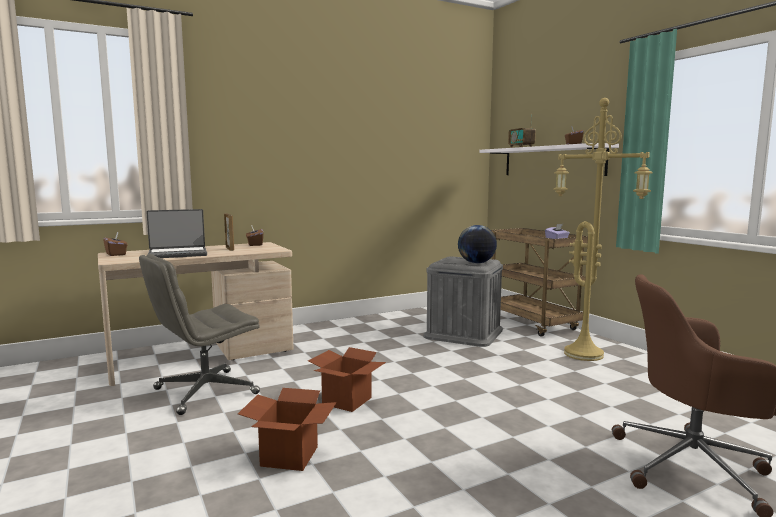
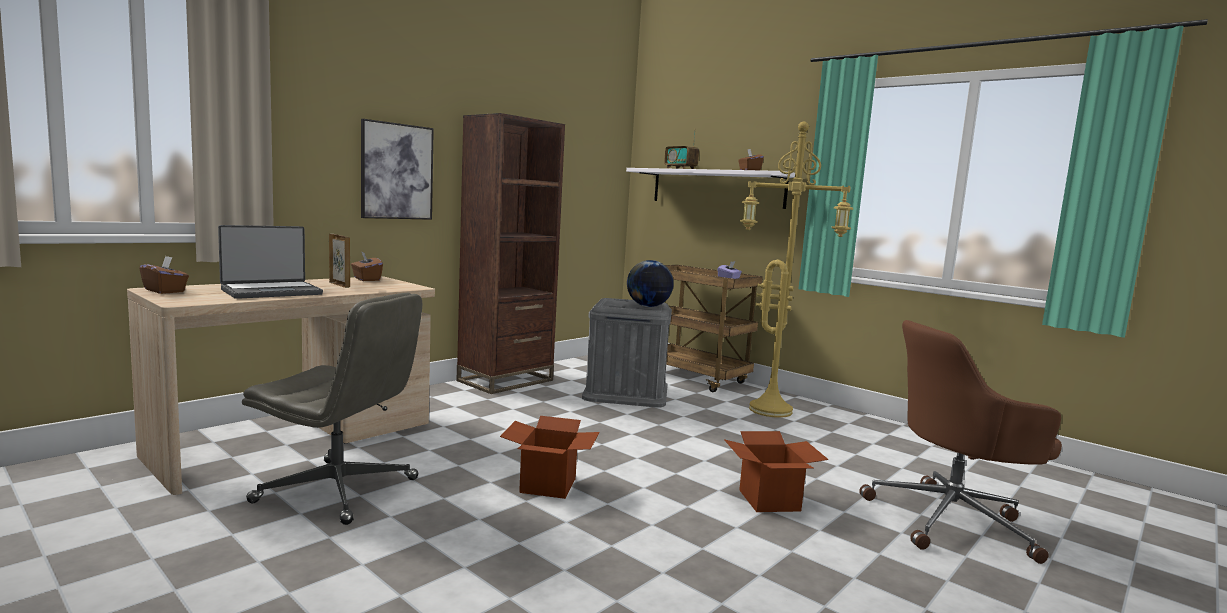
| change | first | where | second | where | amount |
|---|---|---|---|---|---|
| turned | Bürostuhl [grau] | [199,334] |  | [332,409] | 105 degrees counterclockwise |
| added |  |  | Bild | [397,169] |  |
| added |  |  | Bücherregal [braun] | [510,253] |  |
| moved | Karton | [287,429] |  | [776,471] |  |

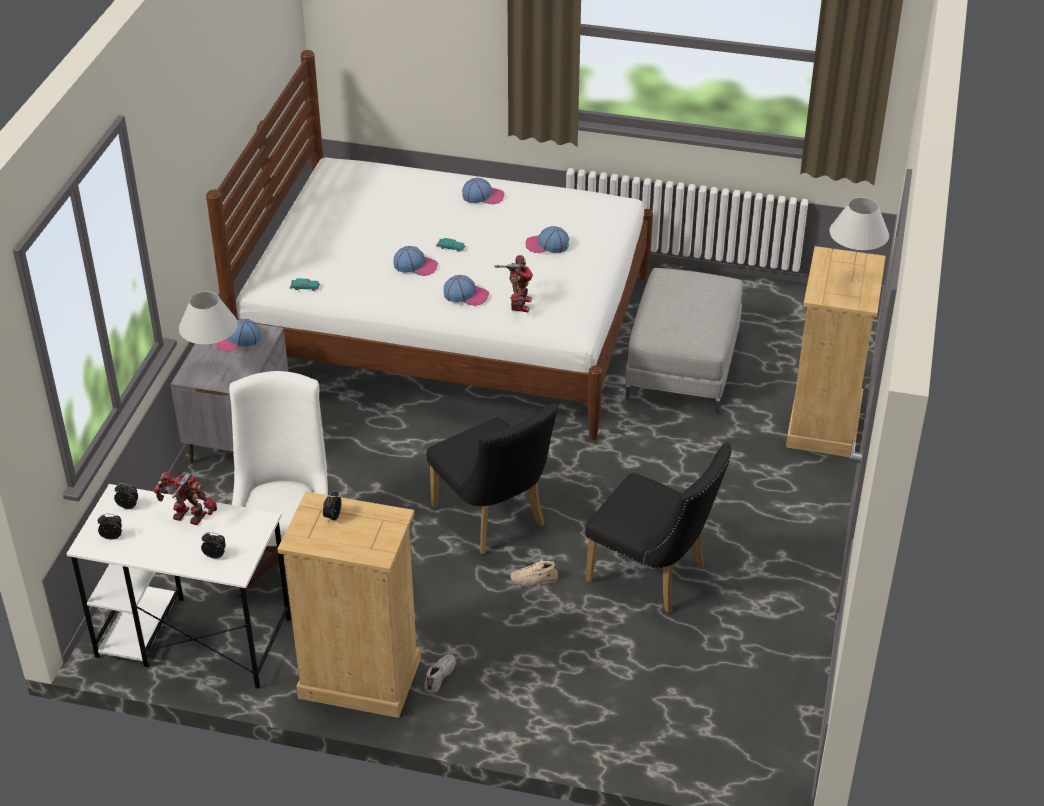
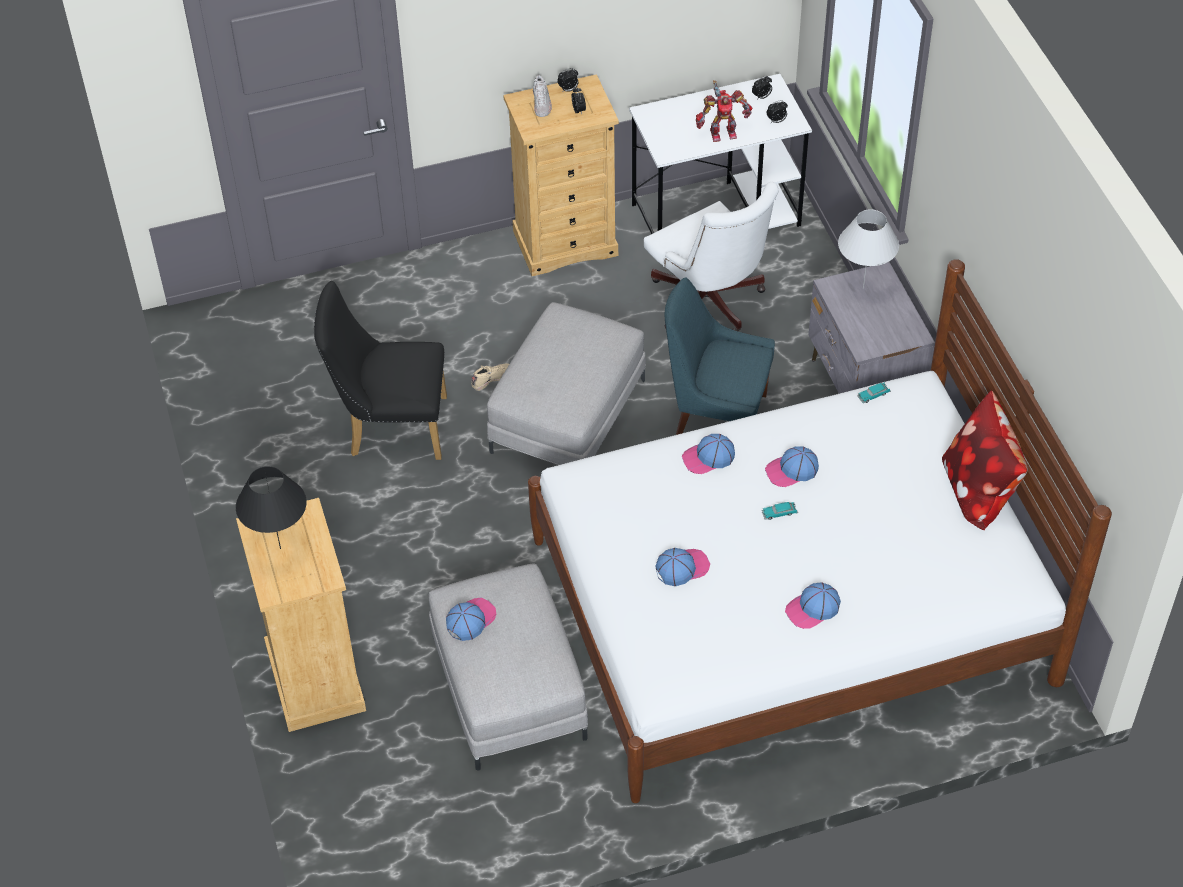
| change | first | where | second | where | amount |
|---|---|---|---|---|---|
| recoloured | Tischlampe [weiß] | [859,240] | Tischlampe [schwarz] | [271,507] |  |
| moved | Kappe | [238,335] |  | [471,619] |  |
| replaced | Stuhl [schwarz] | [492,478] | Polsterhocker [grau] | [566,383] |  |
| moved | Schuh [weiß] | [439,674] |  | [542,96] |  |
| moved | Wecker | [213,545] |  | [567,80] |  |
| added |  |  | Stuhl [blau] | [720,356] |  |
| added |  |  | Kissen | [985,460] |  |
| removed | Spielzeugroboter | [513,283] |  |  |  |

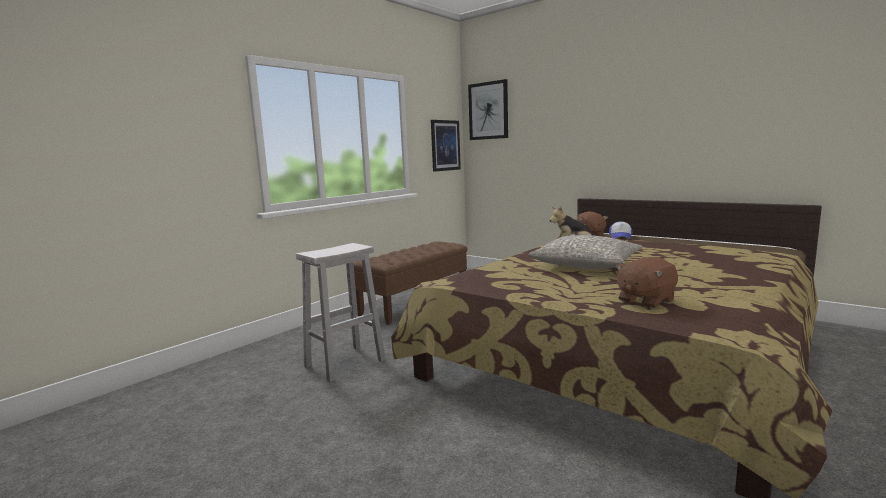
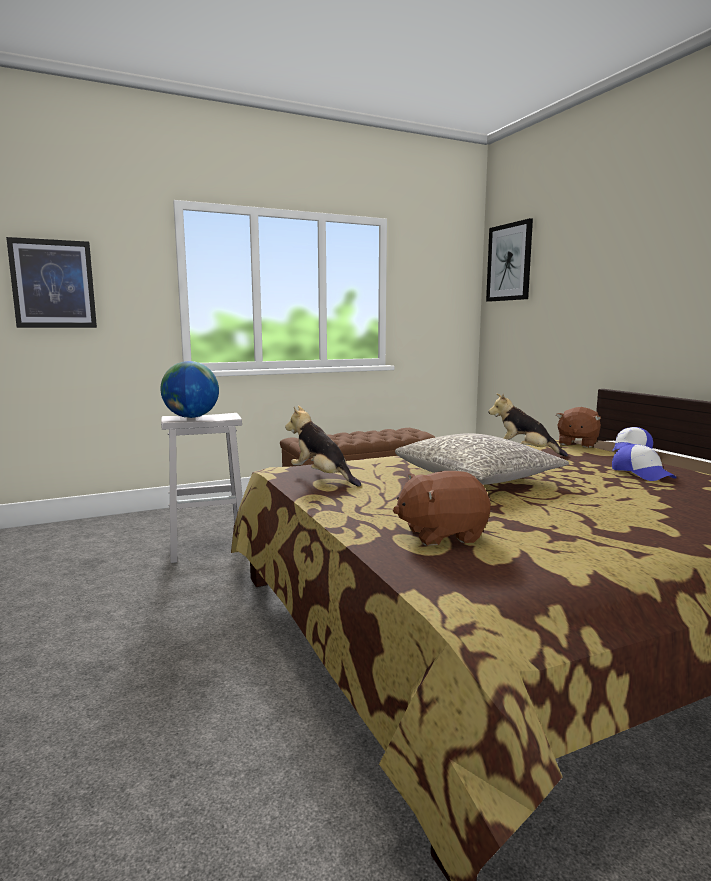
| change | first | where | second | where | amount |
|---|---|---|---|---|---|
| moved | Bild | [446,146] |  | [51,282] |  |
| added |  |  | Globus | [190,389] |  |
| added |  |  | Plüschtier | [323,446] |  |
| added |  |  | Kappe | [644,462] |  |

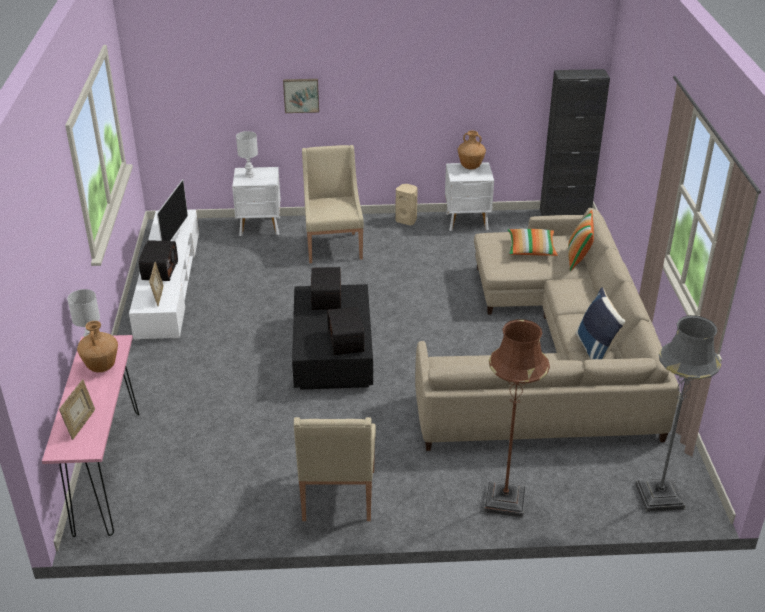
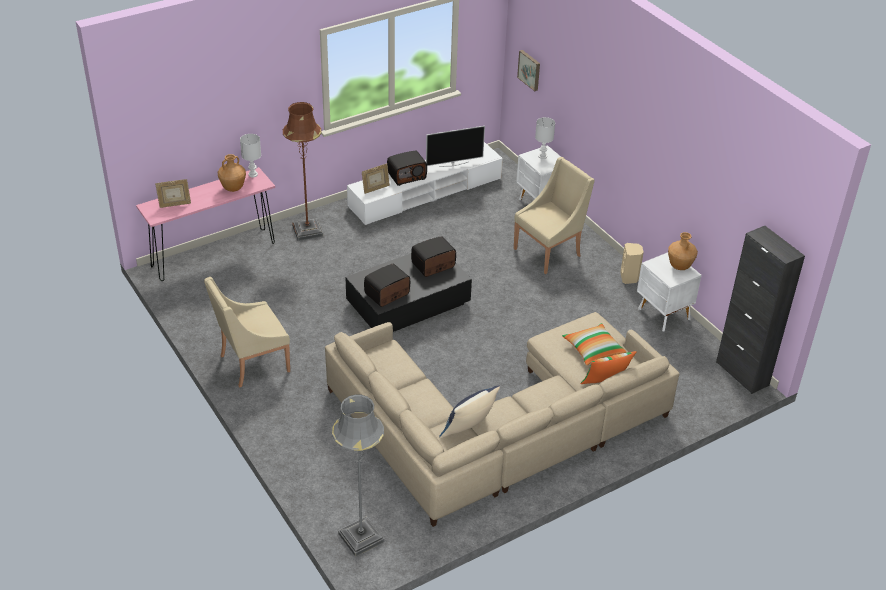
| change | first | where | second | where | amount |
|---|---|---|---|---|---|
| moved | Stehlampe [braun] | [517,418] |  | [303,171] |  |
| moved | Bild | [301,96] |  | [528,70] |  |

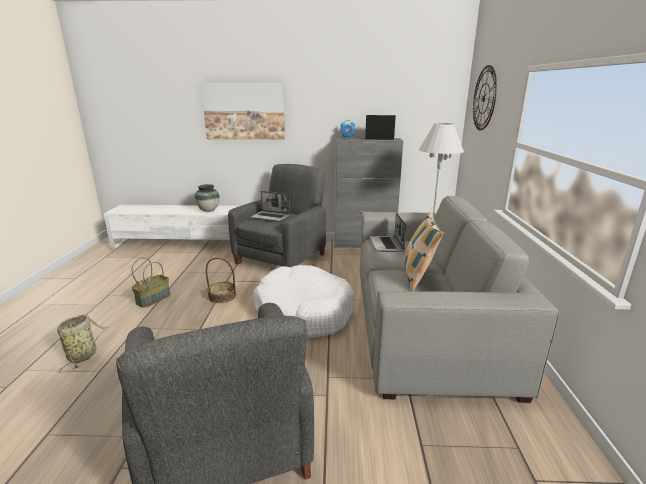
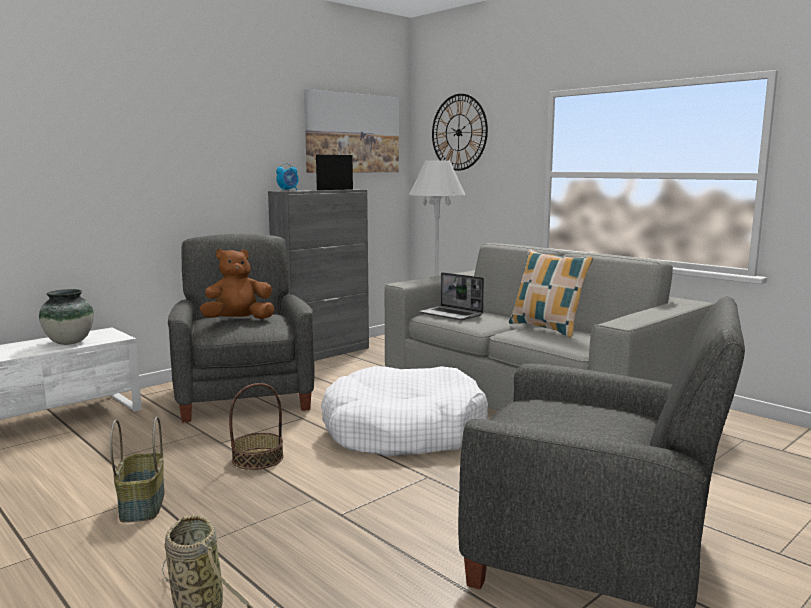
| change | first | where | second | where | amount |
|---|---|---|---|---|---|
| replaced | Laptop | [270,206] | Plüschtier [braun] | [237,284] |  |
| moved | Bild | [243,111] |  | [351,131] |  |

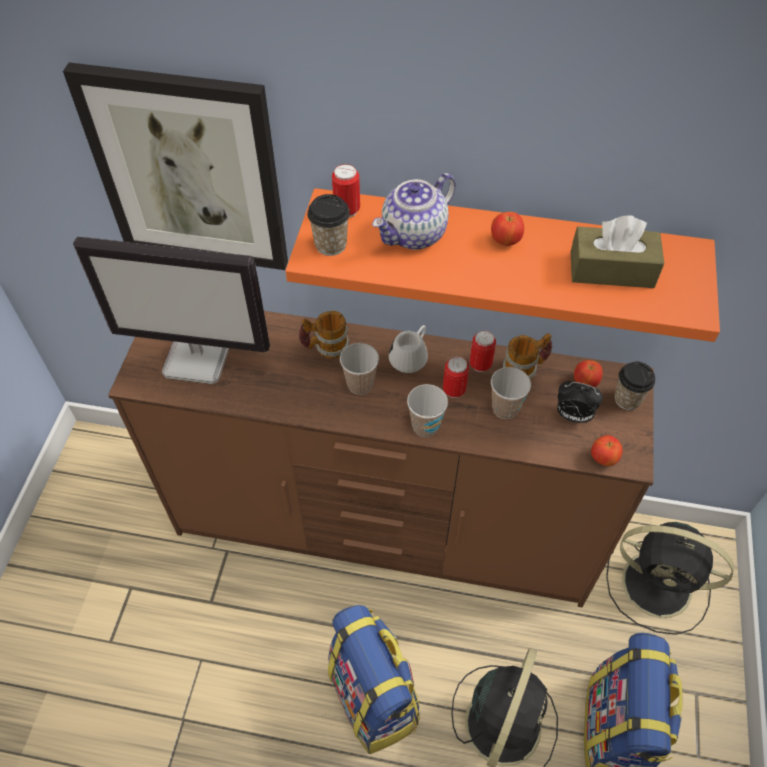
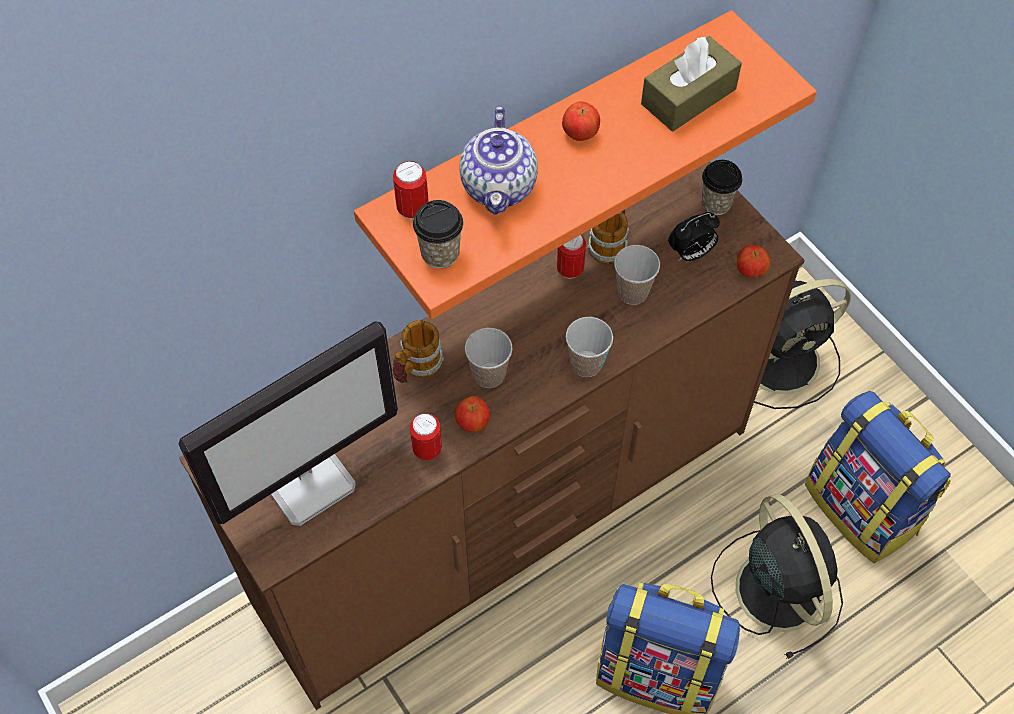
| change | first | where | second | where | amount |
|---|---|---|---|---|---|
| moved | Dose | [456,377] |  | [426,436] |  |
| moved | Apfel | [588,373] |  | [472,414] |  |
| removed | Bild | [175,166] |  |  |  |
| removed | Henkelbecher [weiß] | [408,349] |  |  |  |

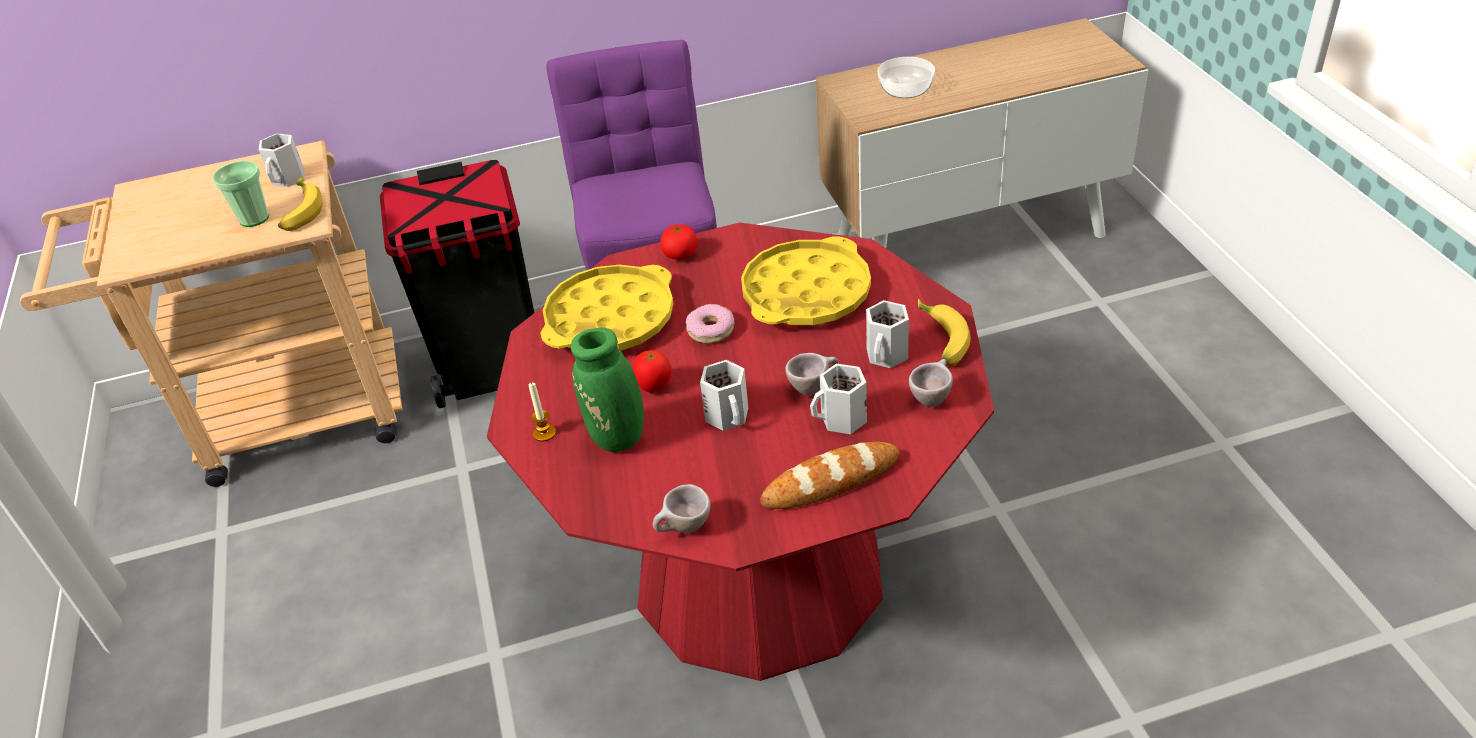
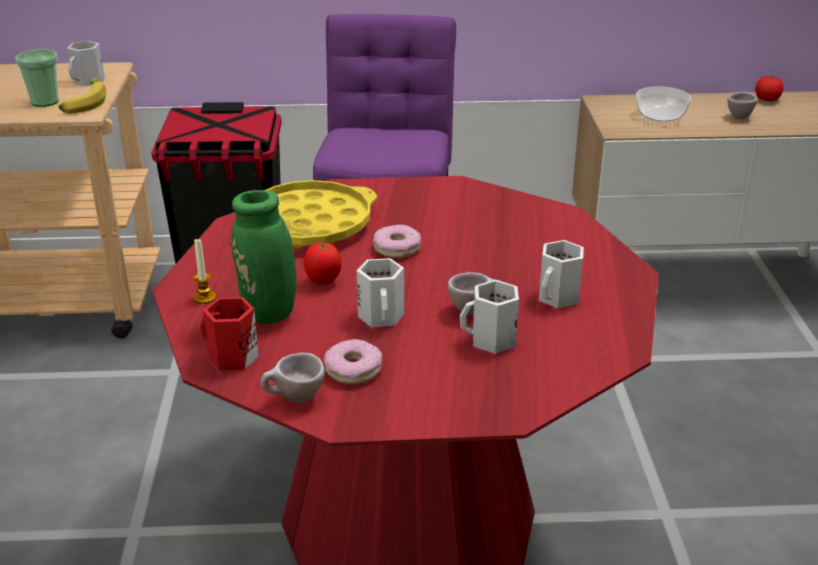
| change | first | where | second | where | amount |
|---|---|---|---|---|---|
| added |  |  | Henkelbecher [rot] | [229,334] |  |
| added |  |  | Donut | [353,362] |  |
| moved | Tasse [beige] | [931,383] |  | [742,105] |  |
| moved | Tomate | [678,242] |  | [769,88] |  |
| removed | Tablett [gelb] | [806,280] |  |  |  |
| removed | Brot | [829,475] |  |  |  |
| removed | Banane | [944,332] |  |  |  |

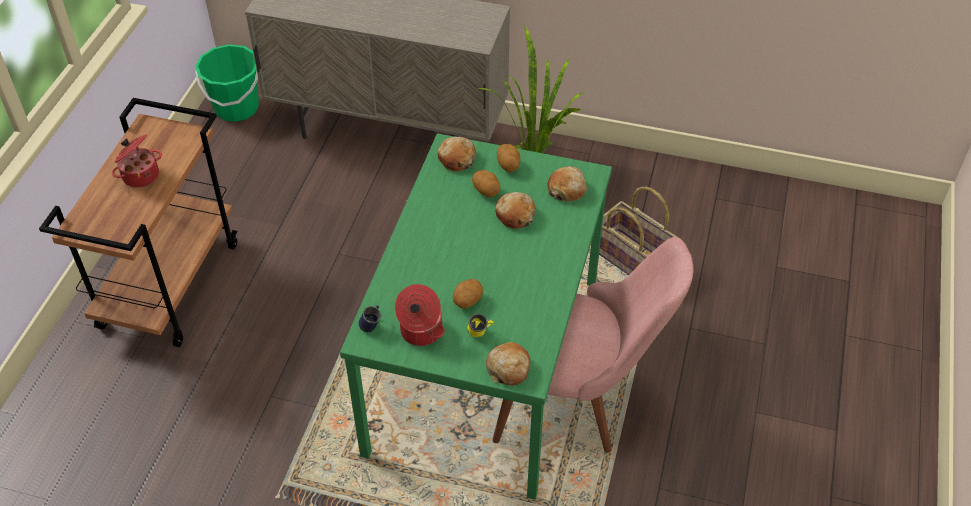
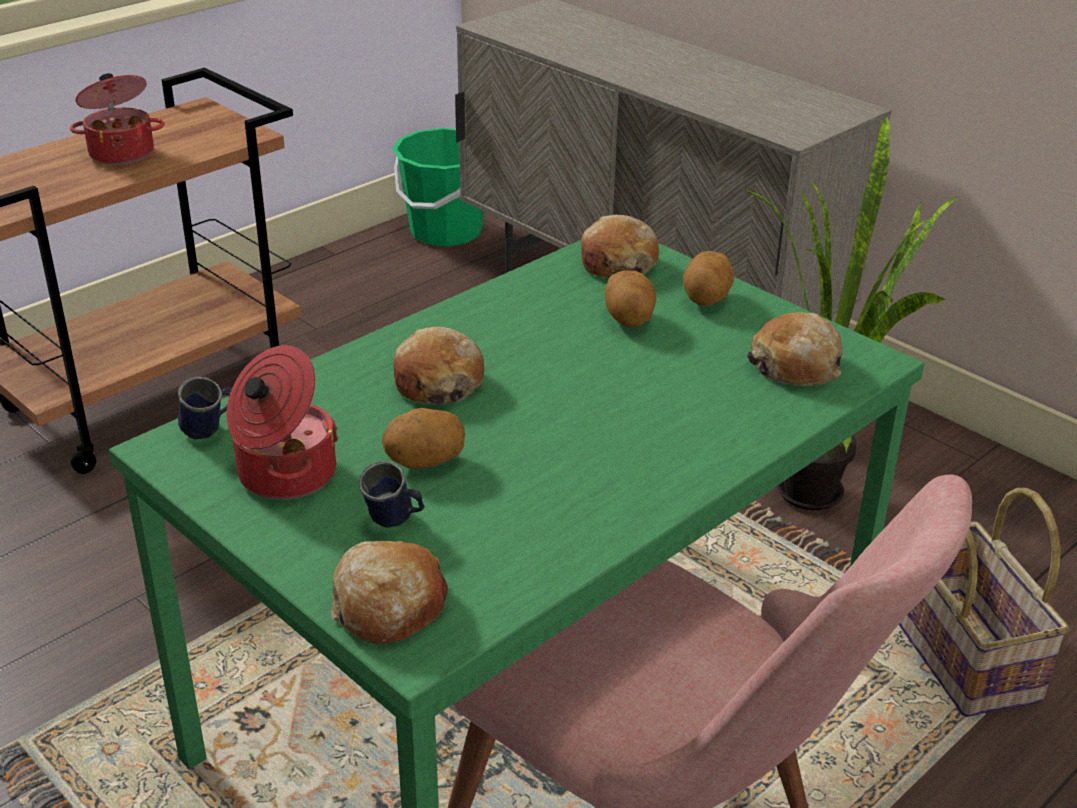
| change | first | where | second | where | amount |
|---|---|---|---|---|---|
| recoloured | Henkelbecher [gelb] | [480,325] | Henkelbecher [blau] | [391,494] |  |
| moved | Brot | [515,210] |  | [439,365] |  |

